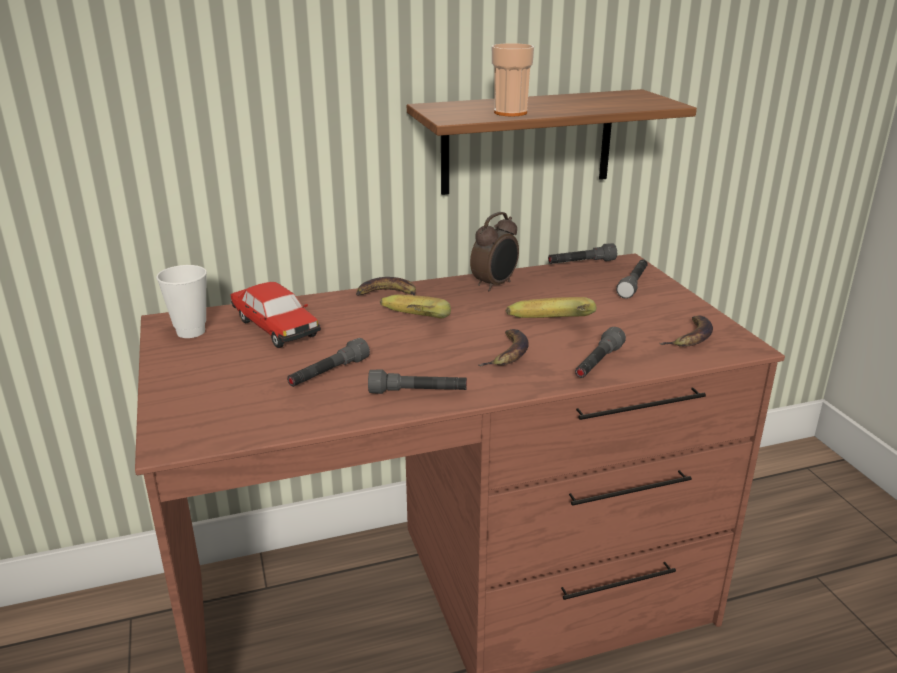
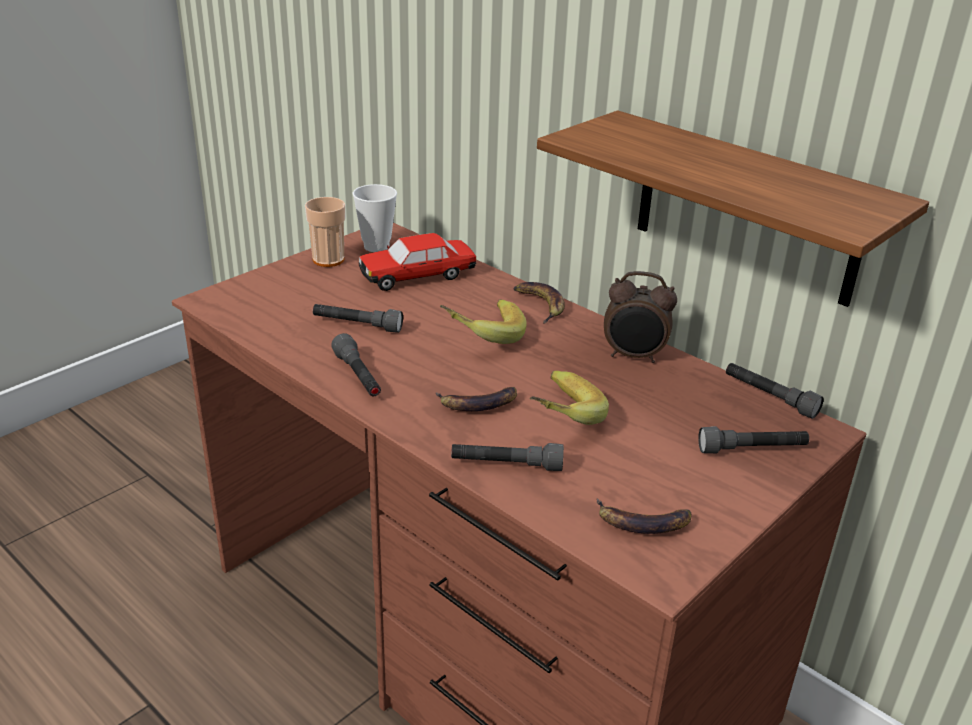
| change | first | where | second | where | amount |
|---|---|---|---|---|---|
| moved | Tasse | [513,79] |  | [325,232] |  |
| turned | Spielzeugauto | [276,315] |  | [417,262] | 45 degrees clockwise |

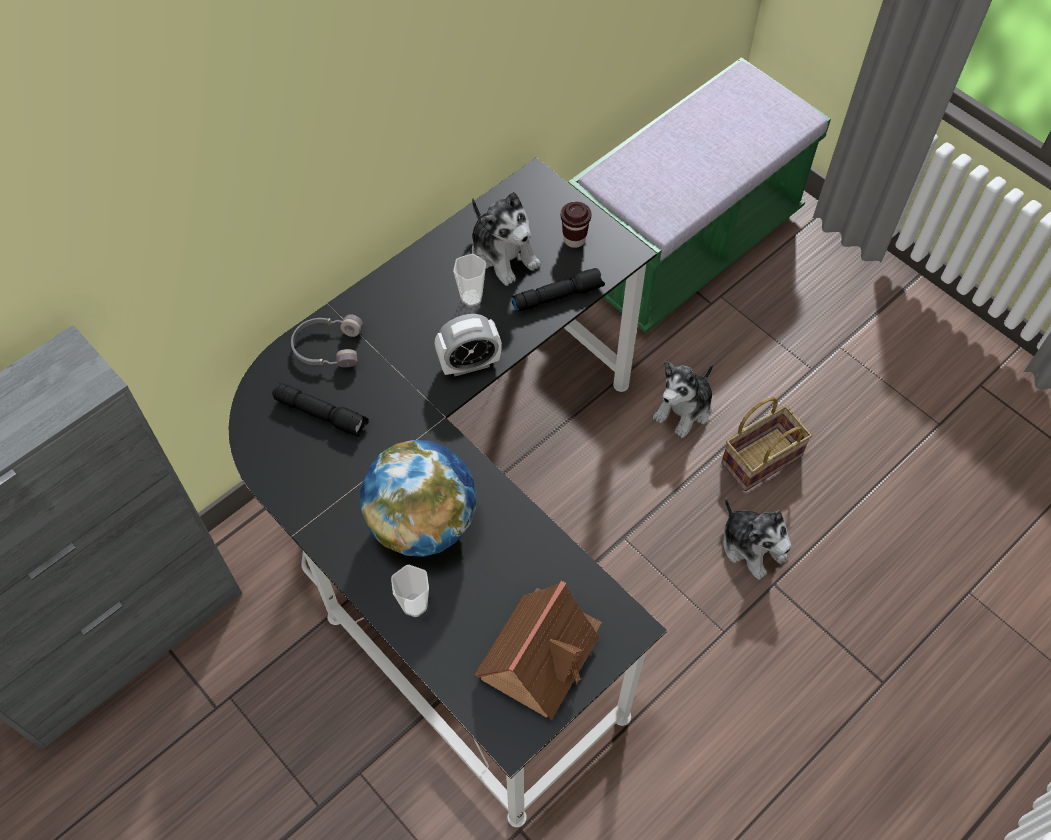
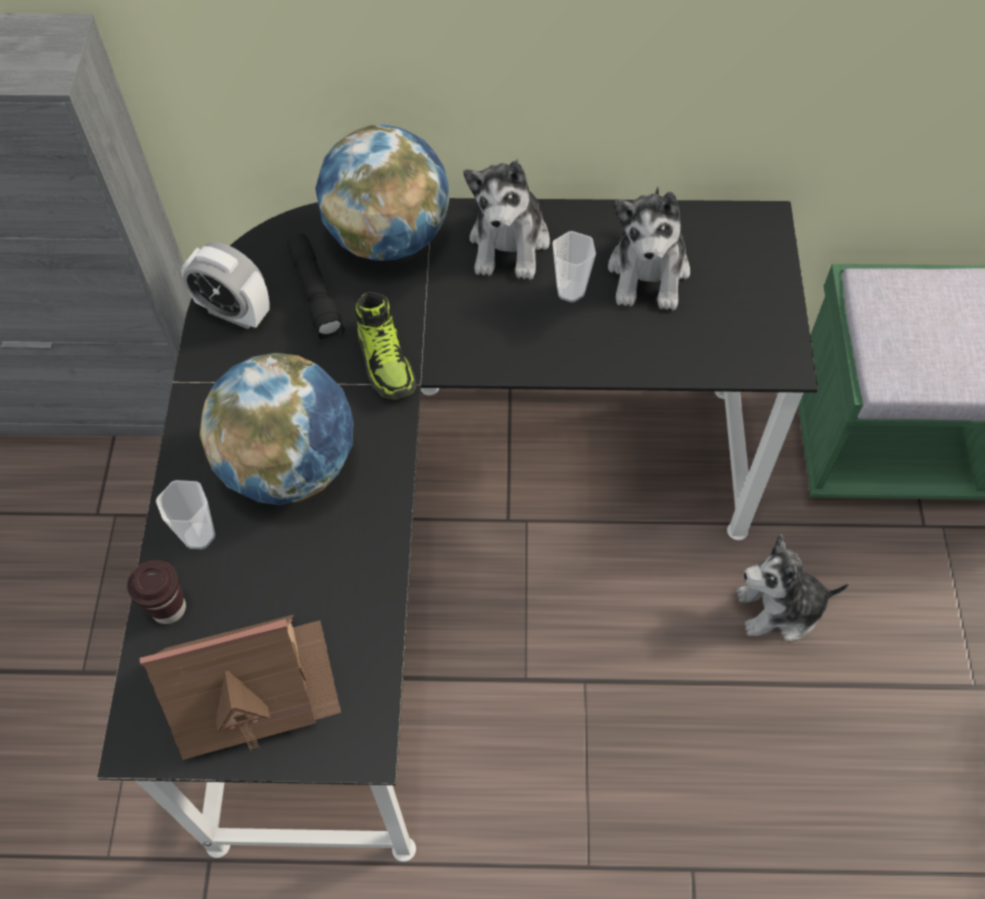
| change | first | where | second | where | amount |
|---|---|---|---|---|---|
| moved | Tasse [braun] | [576,225] |  | [156,592] |  |
| moved | Wecker | [468,345] |  | [225,285] |  |
| replaced | Kopfhörer [grau] | [327,340] | Globus | [382,193] |  |
| added |  |  | Schuh | [385,346] |  |
| moved | Plüschtier | [757,539] |  | [507,219] |  |
| removed | Taschenlampe [schwarz] | [558,290] |  |  |  |
| removed | Korb | [766,444] |  |  |  |

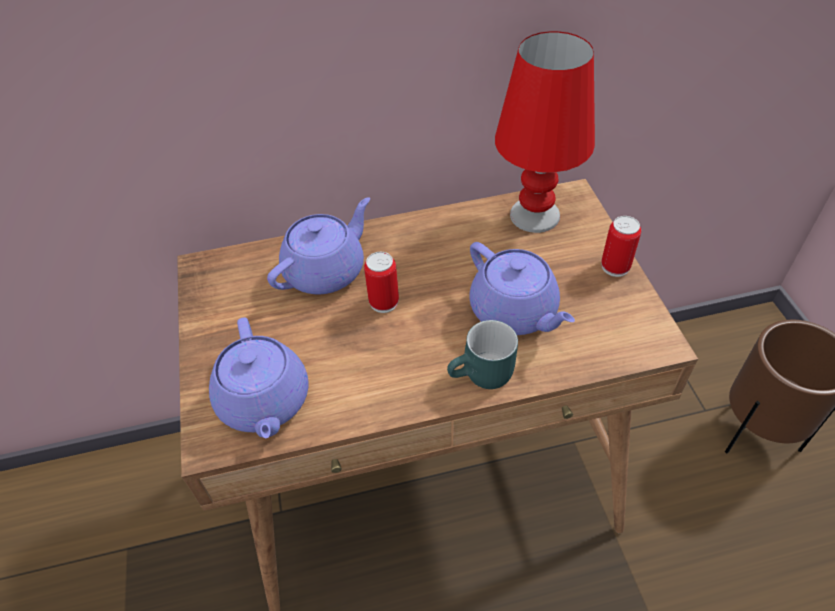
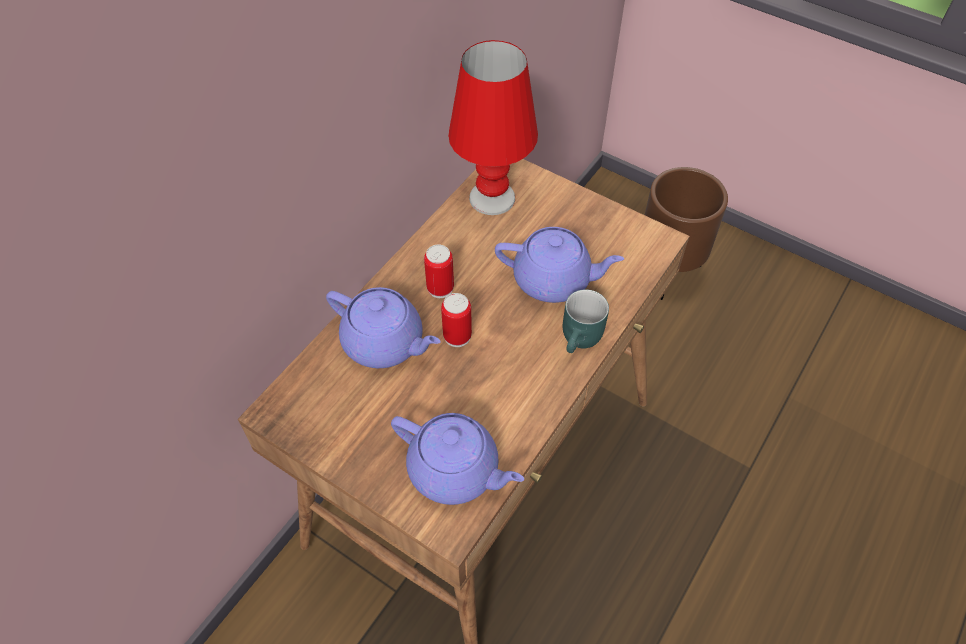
| change | first | where | second | where | amount |
|---|---|---|---|---|---|
| turned | Teekanne [lila] | [318,245] |  | [383,327] | 120 degrees clockwise |
| moved | Dose | [621,246] |  | [439,271] |  |

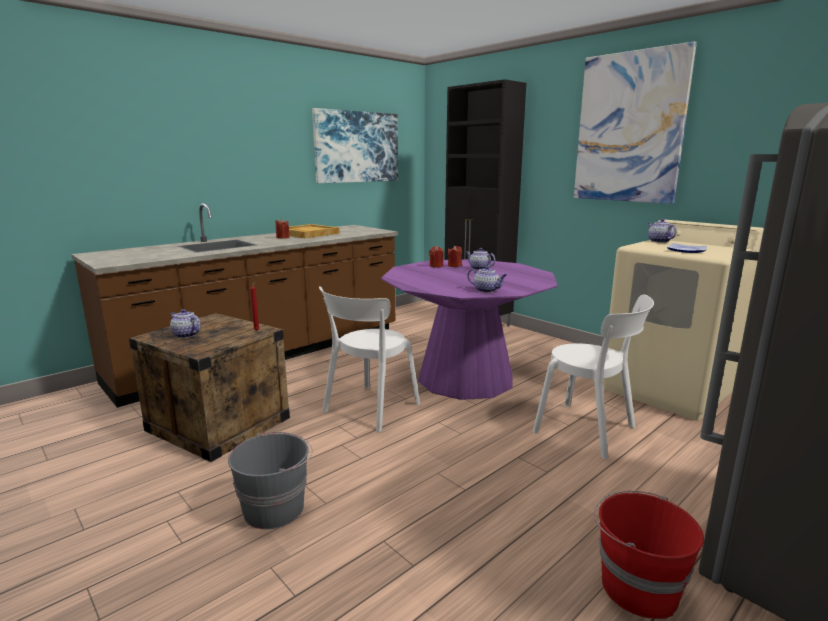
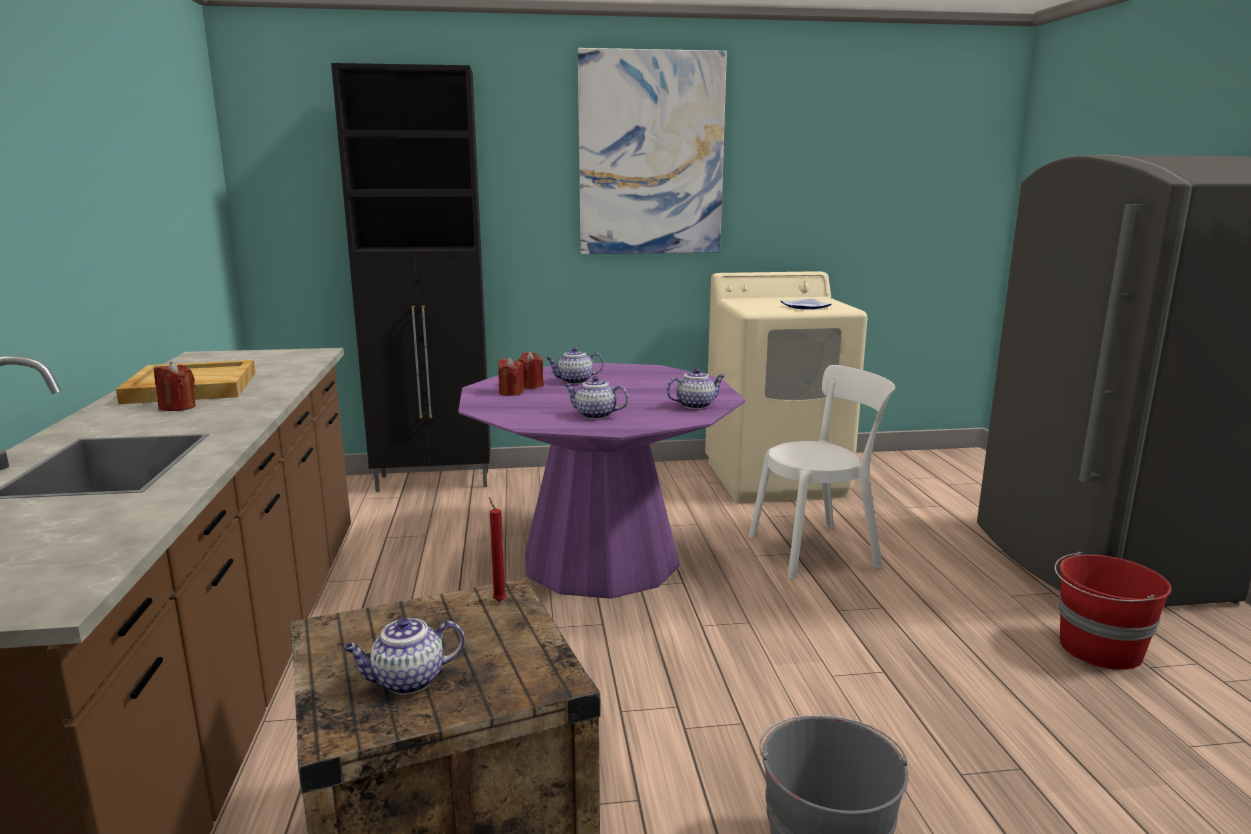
| change | first | where | second | where | amount |
|---|---|---|---|---|---|
| moved | Teekanne | [662,231] |  | [596,397] |  |
| removed | Bild | [355,145] |  |  |  |
| removed | Stuhl [weiß] | [369,359] |  |  |  |

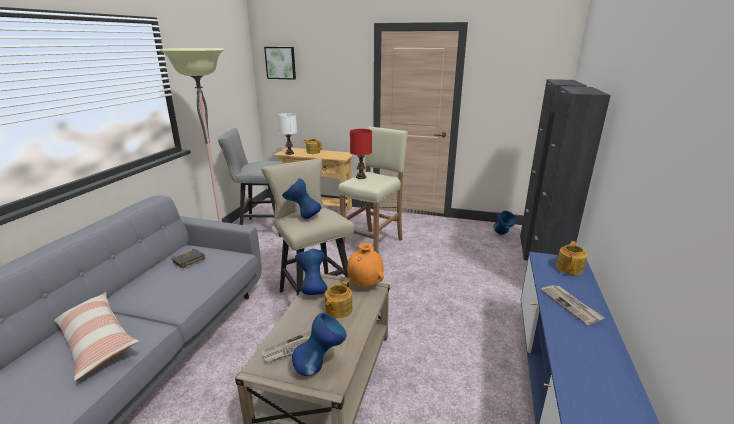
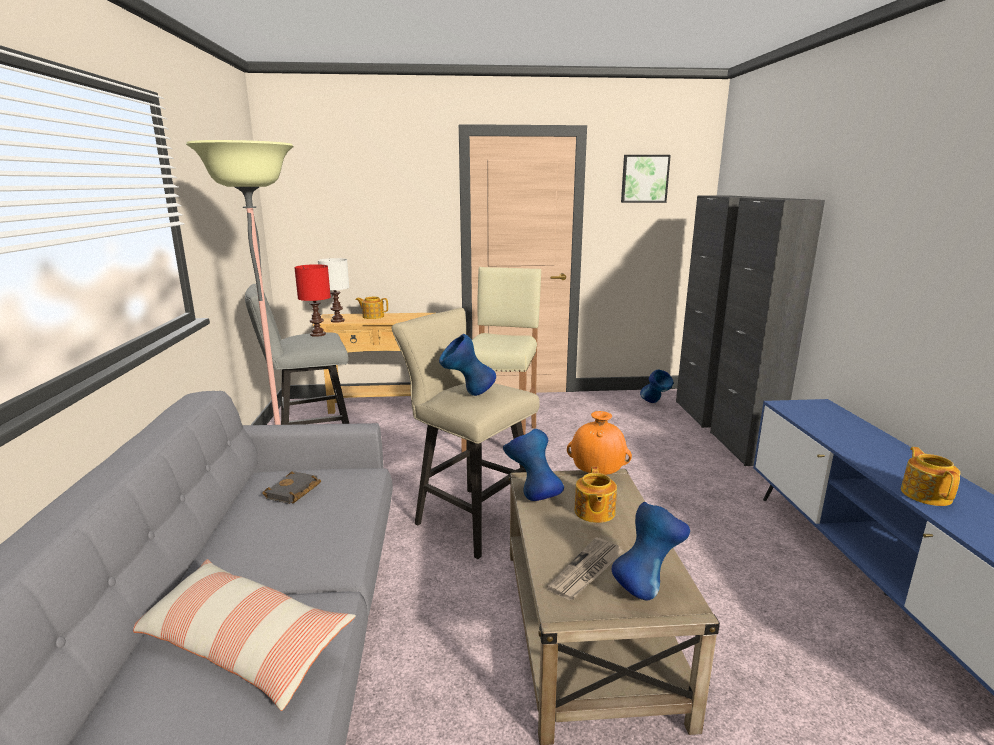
| change | first | where | second | where | amount |
|---|---|---|---|---|---|
| moved | Tischlampe [rot] | [361,154] |  | [312,300] |  |
| moved | Bild | [280,63] |  | [646,179] |  |
| moved | Teekanne | [571,258] |  | [930,476] |  |
| removed | Zeitung | [573,305] |  |  |  |

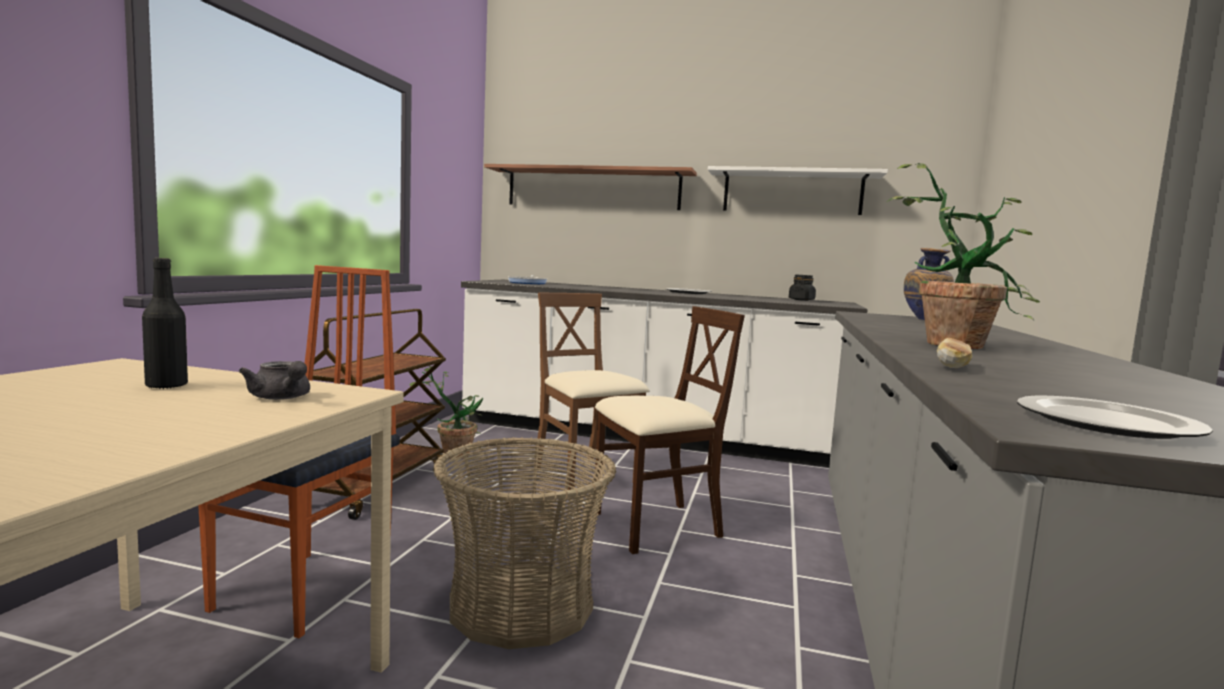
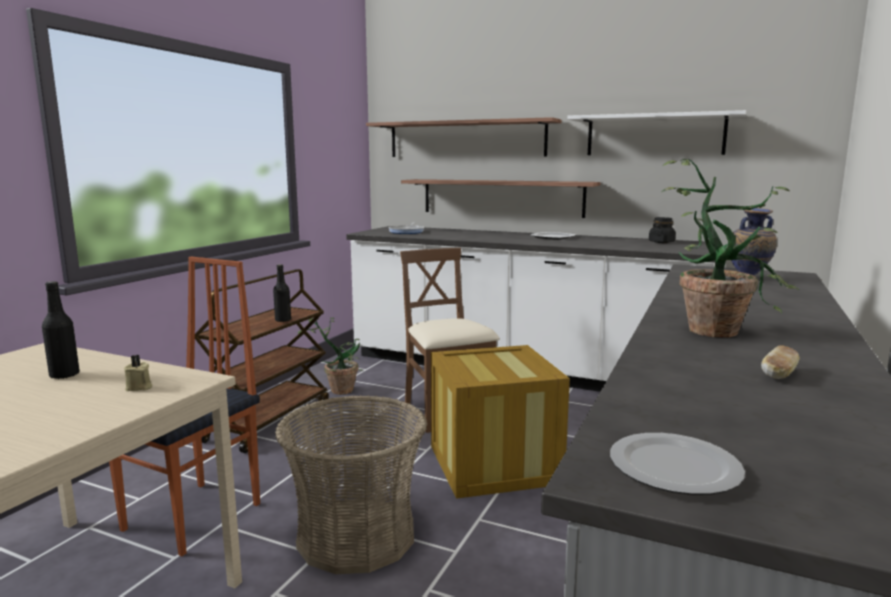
| change | first | where | second | where | amount |
|---|---|---|---|---|---|
| replaced | Teekanne [grau] | [274,380] | Kerze [beige] | [138,373] |  |
| added |  |  | Flasche [schwarz] | [282,293] |  |
| added |  |  | Wandregal | [500,198] |  |
| replaced | Stuhl [beige] | [670,430] | Kiste | [500,422] |  |
| moved | Brot | [954,353] |  | [780,362] |  |

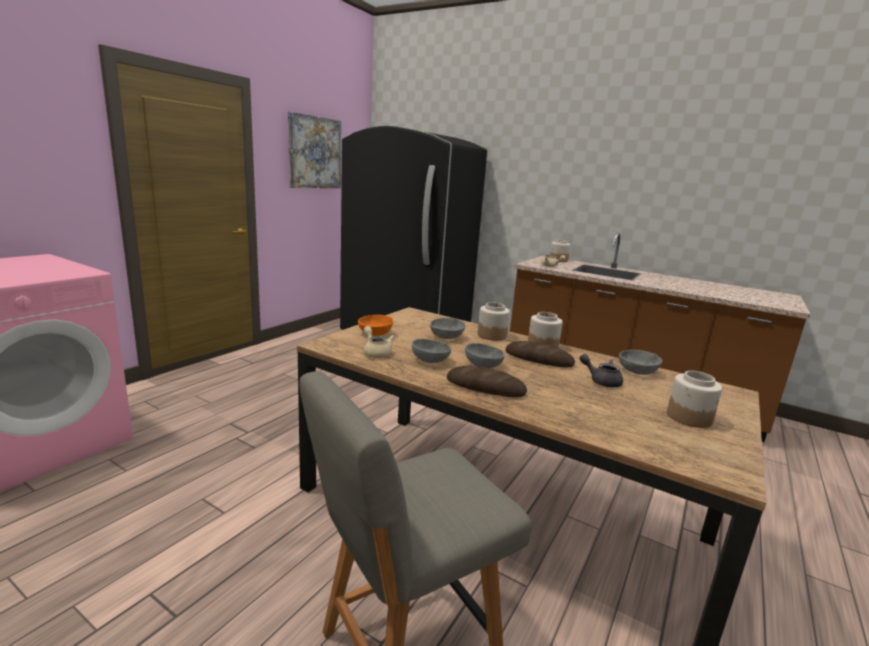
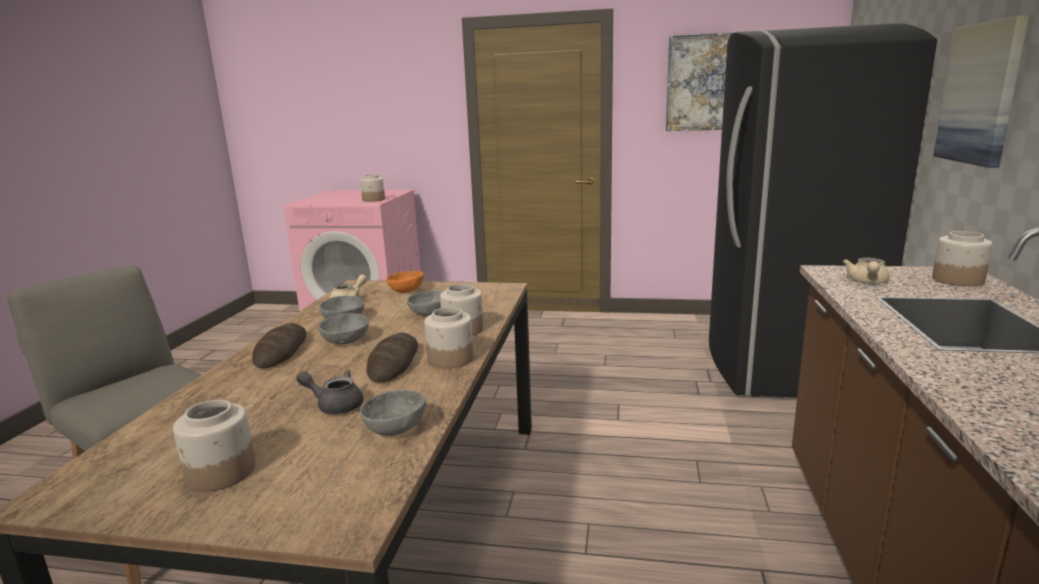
| change | first | where | second | where | amount |
|---|---|---|---|---|---|
| turned | Teekanne [grau] | [601,370] |  | [329,391] | 90 degrees counterclockwise |
| added |  |  | Vorratsglas | [372,188] |  |
| added |  |  | Bild | [981,92] |  |

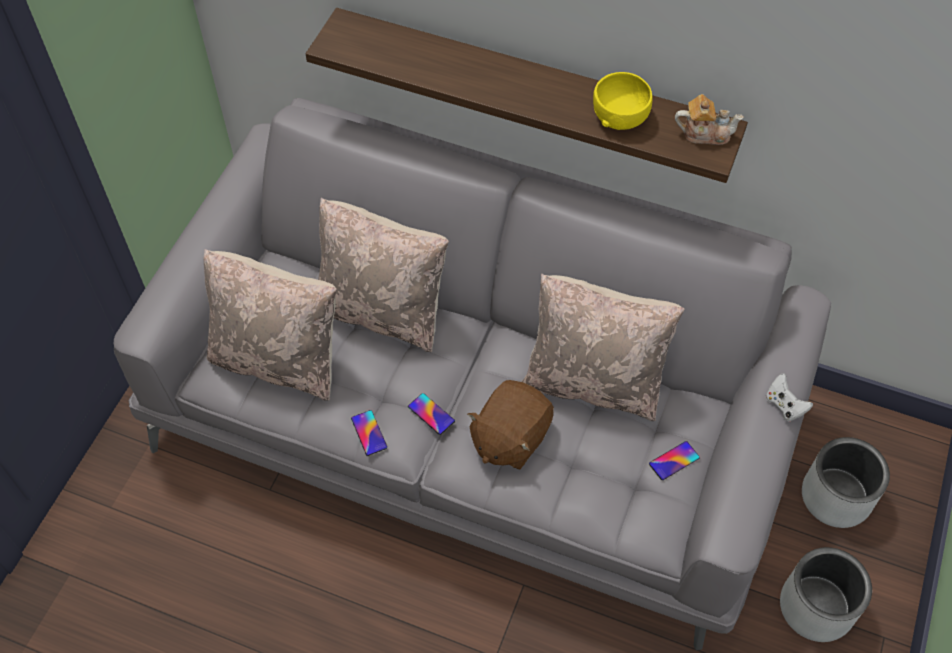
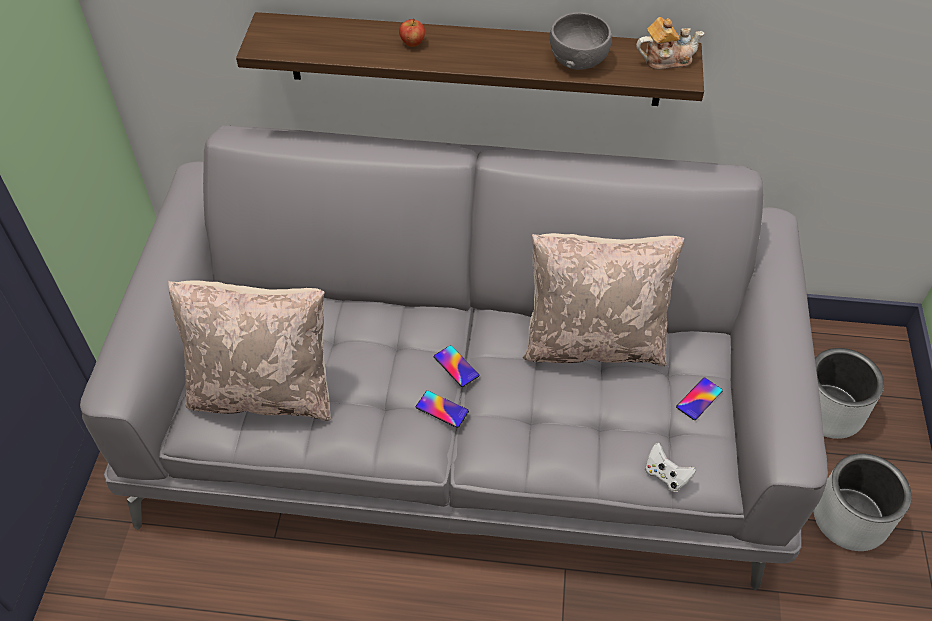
| change | first | where | second | where | amount |
|---|---|---|---|---|---|
| added |  |  | Apfel | [412,32] |  |
| moved | Handy | [369,433] |  | [456,366] |  |
| recoloured | Schüssel [gelb] | [622,101] | Schüssel [grau] | [581,41] |  |
| moved | Gamepad [weiß] | [789,398] |  | [670,467] |  |
| removed | Kissen [beige] | [383,275] |  |  |  |
| removed | Plüschtier [braun] | [510,425] |  |  |  |

